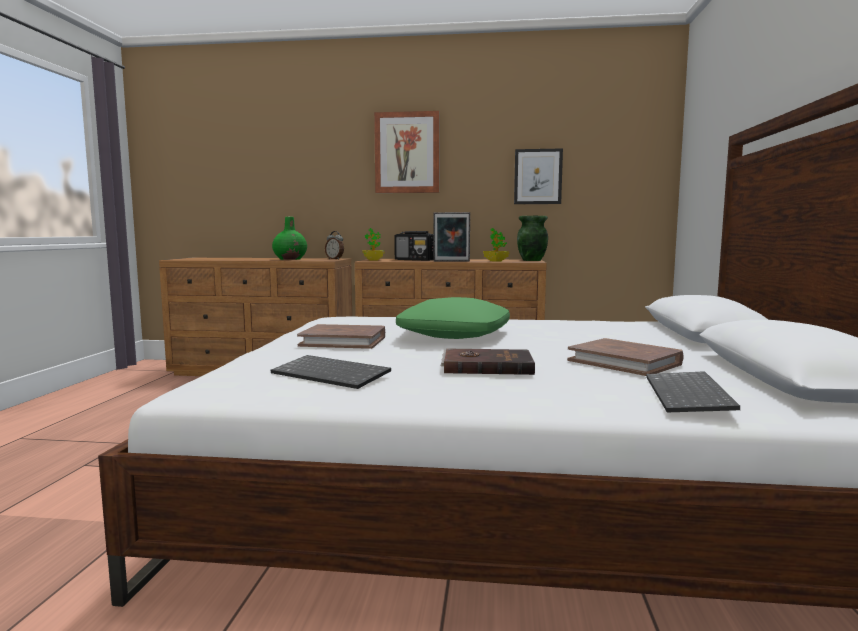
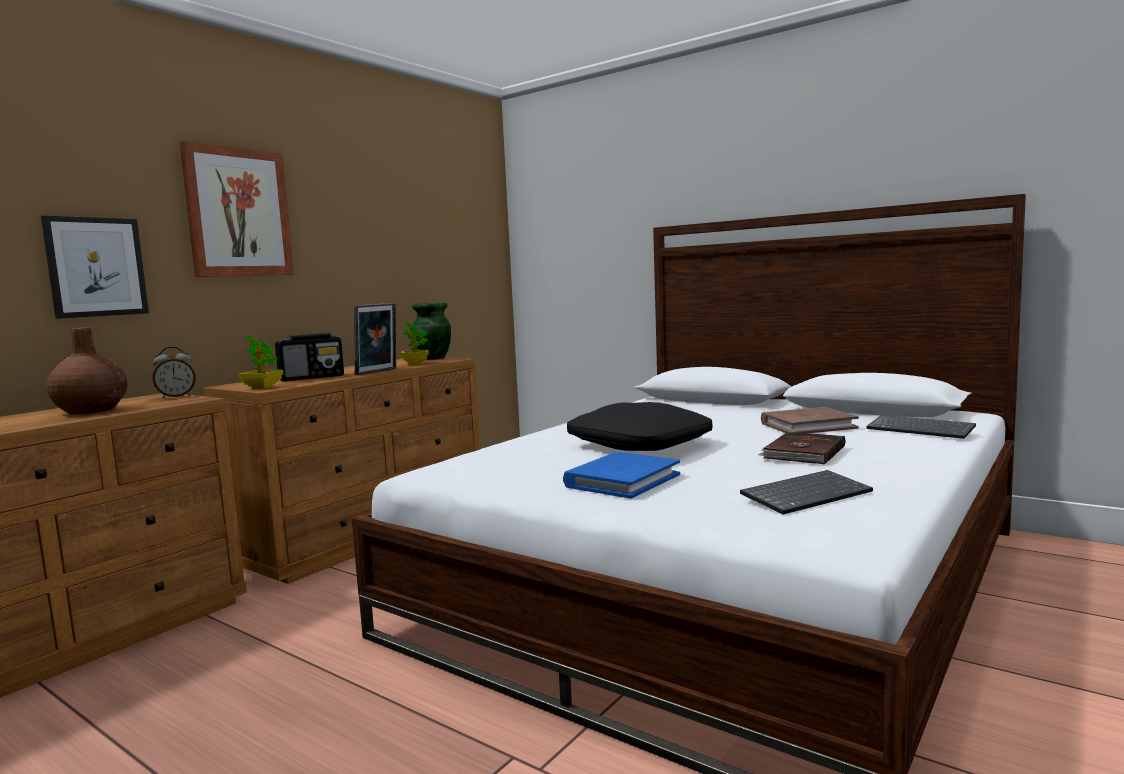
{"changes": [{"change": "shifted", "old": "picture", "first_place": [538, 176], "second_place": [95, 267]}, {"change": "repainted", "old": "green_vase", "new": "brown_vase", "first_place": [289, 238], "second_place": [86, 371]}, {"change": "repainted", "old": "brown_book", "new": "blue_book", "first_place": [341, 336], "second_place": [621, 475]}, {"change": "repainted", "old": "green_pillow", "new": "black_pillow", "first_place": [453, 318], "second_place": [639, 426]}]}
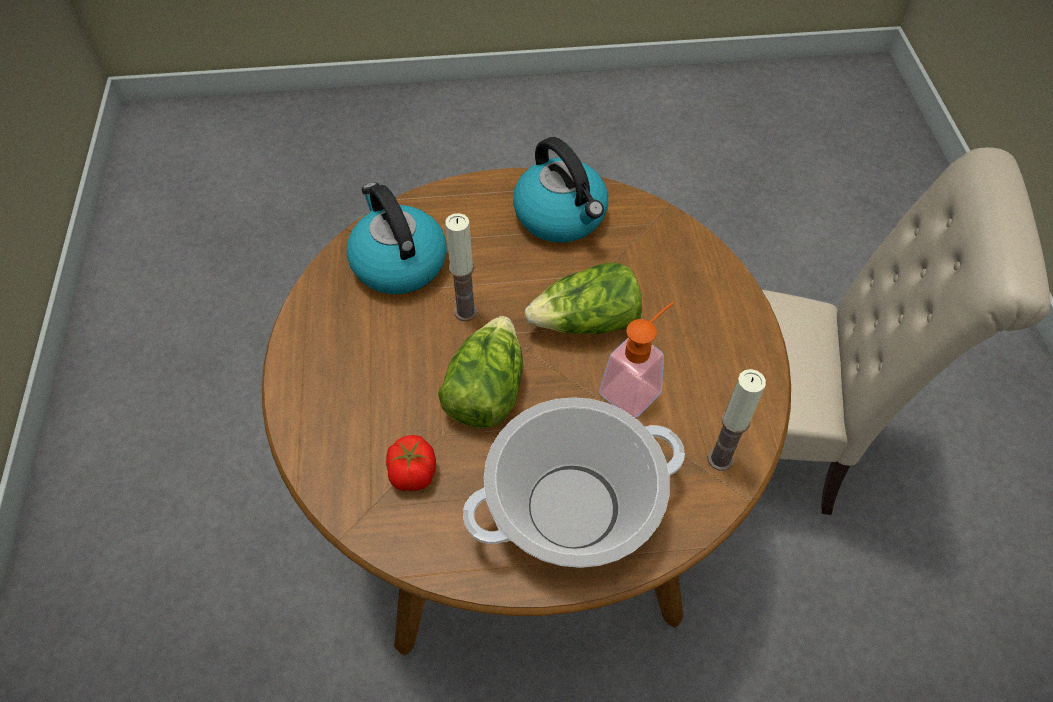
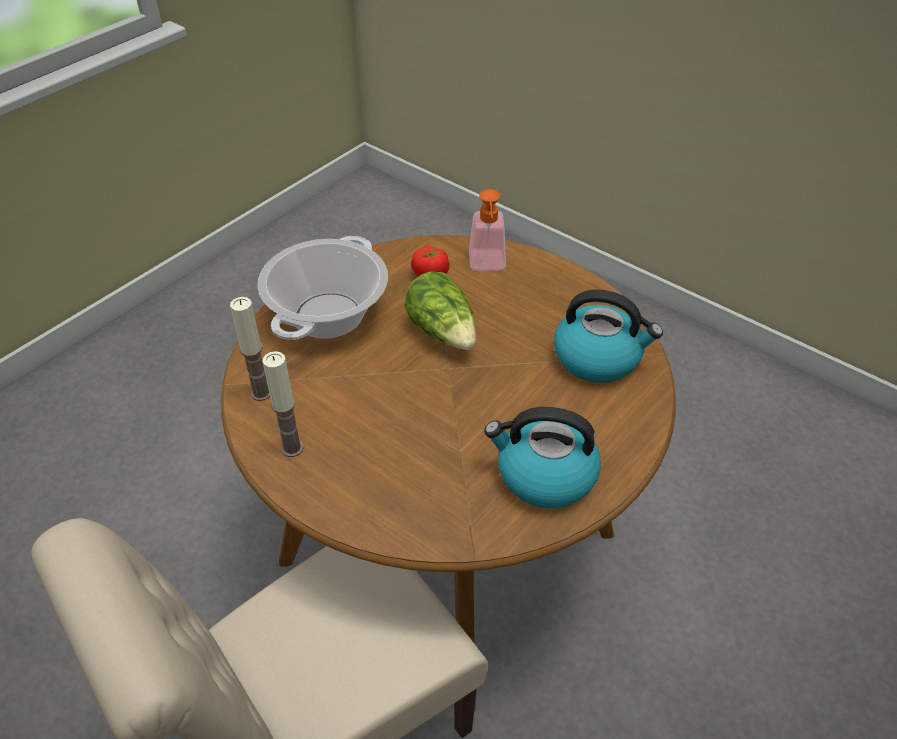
{"changes": [{"change": "shifted", "old": "candle", "first_place": [461, 267], "second_place": [283, 404]}, {"change": "shifted", "old": "soap_dispenser", "first_place": [636, 360], "second_place": [487, 230]}, {"change": "gone", "old": "lettuce", "first_place": [583, 298]}]}
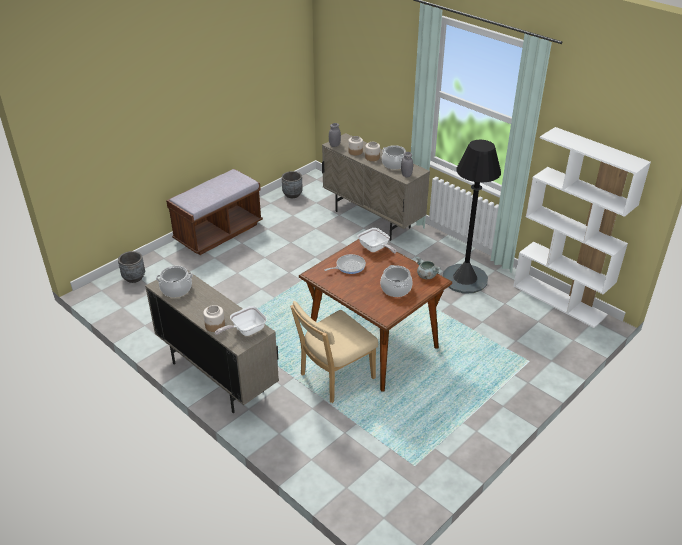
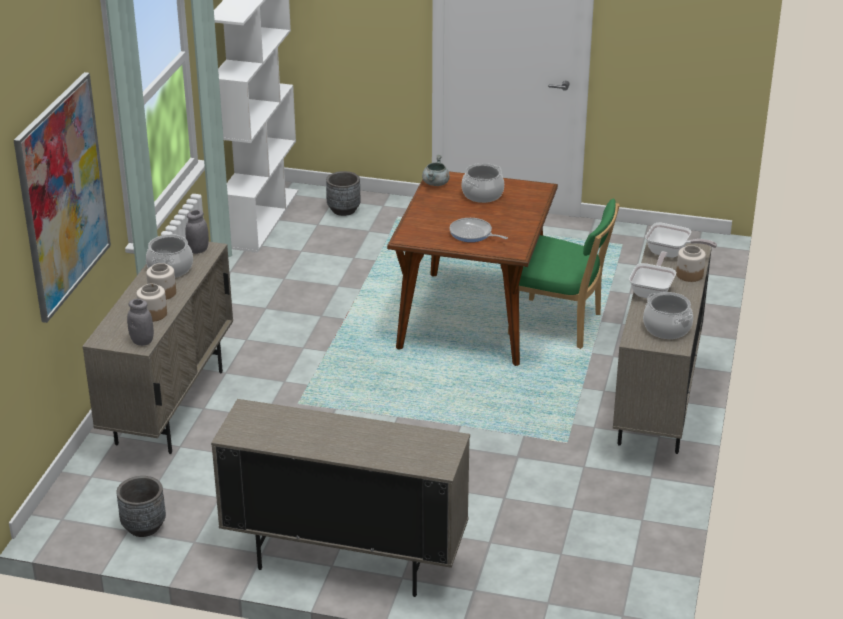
{"changes": [{"change": "new", "new": "picture", "second_place": [62, 197]}, {"change": "swapped", "old": "brown_bench", "new": "beige_cabinet", "first_place": [214, 212], "second_place": [340, 498]}, {"change": "shifted", "old": "grey_planter", "first_place": [131, 267], "second_place": [343, 193]}, {"change": "repainted", "old": "beige_chair", "new": "green_chair", "first_place": [334, 352], "second_place": [564, 273]}, {"change": "shifted", "old": "frying_pan", "first_place": [377, 240], "second_place": [652, 274]}, {"change": "gone", "old": "black_floor_lamp", "first_place": [472, 216]}]}
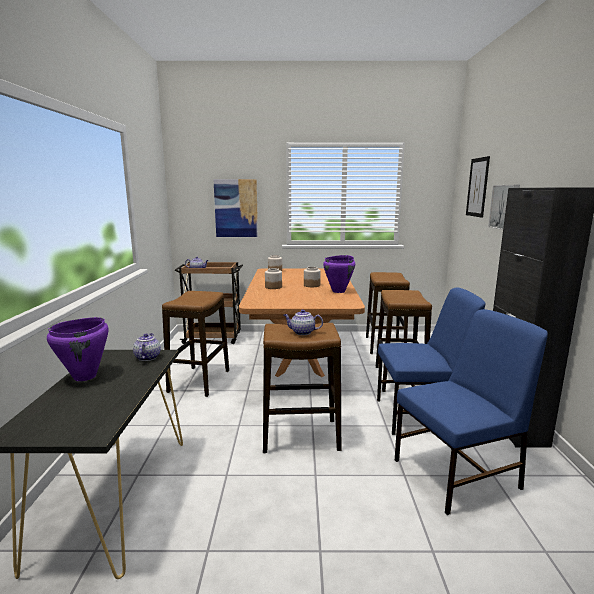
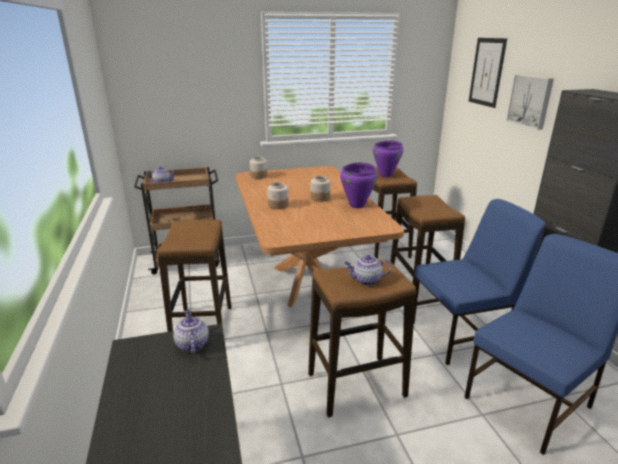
{"changes": [{"change": "shifted", "old": "purple_cooking_pot", "first_place": [78, 349], "second_place": [388, 159]}, {"change": "gone", "old": "picture", "first_place": [235, 208]}]}
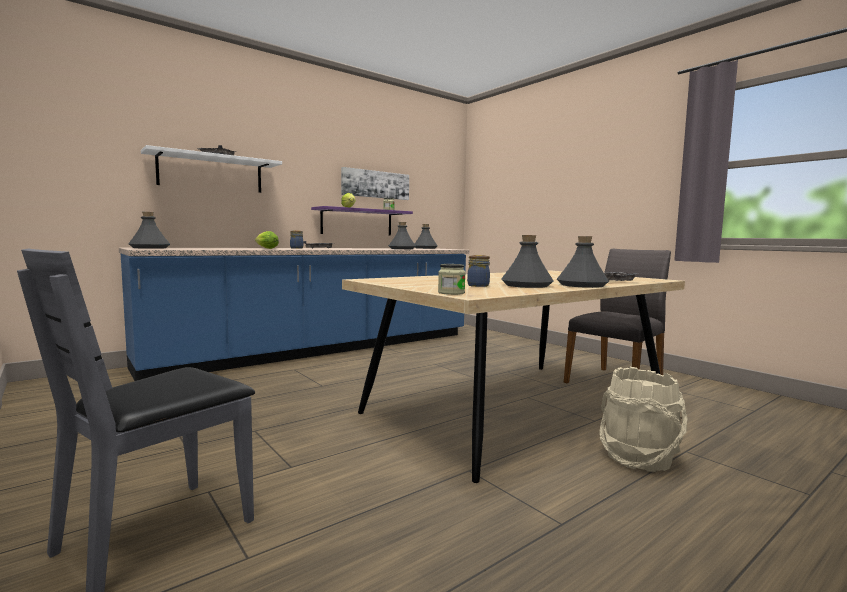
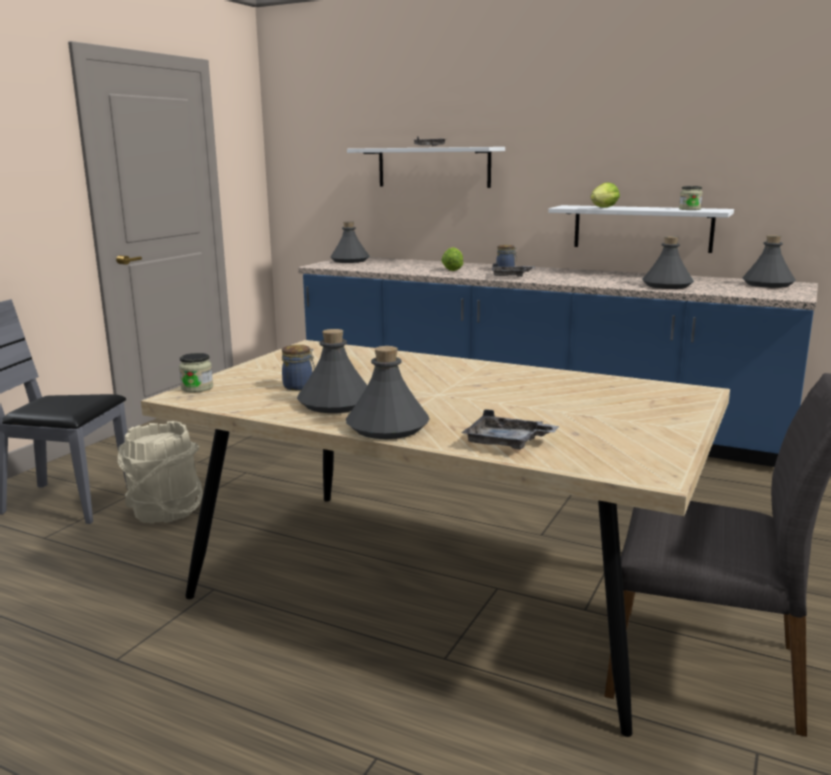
{"changes": [{"change": "shifted", "old": "beige_bucket", "first_place": [643, 419], "second_place": [160, 472]}, {"change": "repainted", "old": "purple_shelf", "new": "white_shelf", "first_place": [362, 221], "second_place": [641, 229]}, {"change": "gone", "old": "picture", "first_place": [375, 183]}]}
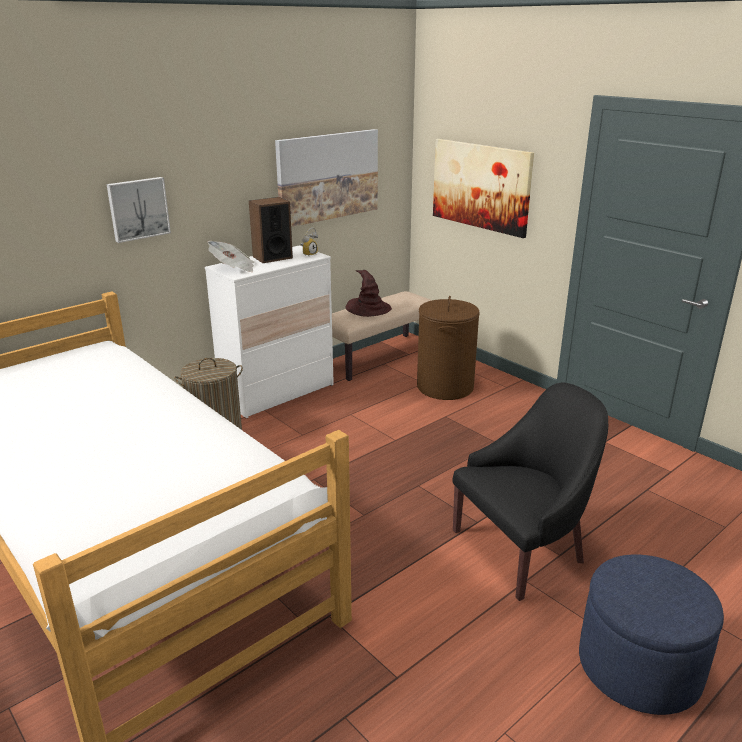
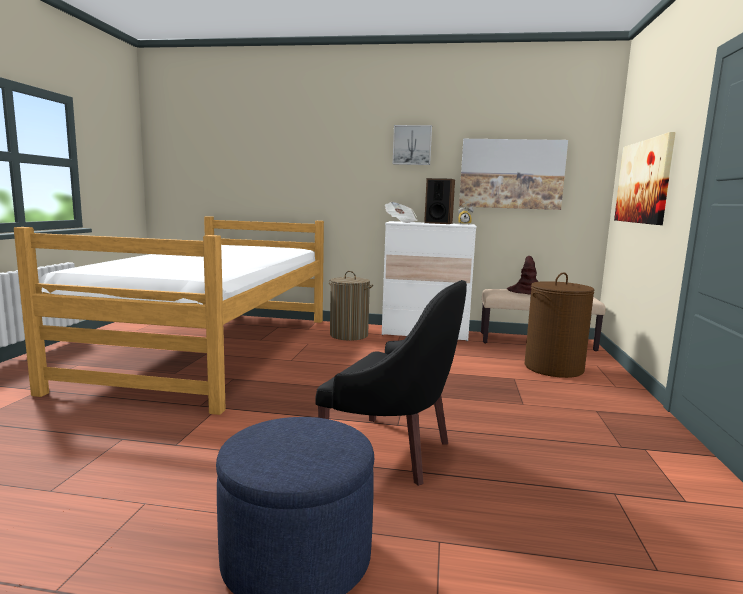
{"changes": [{"change": "shifted", "old": "picture", "first_place": [138, 210], "second_place": [412, 145]}]}
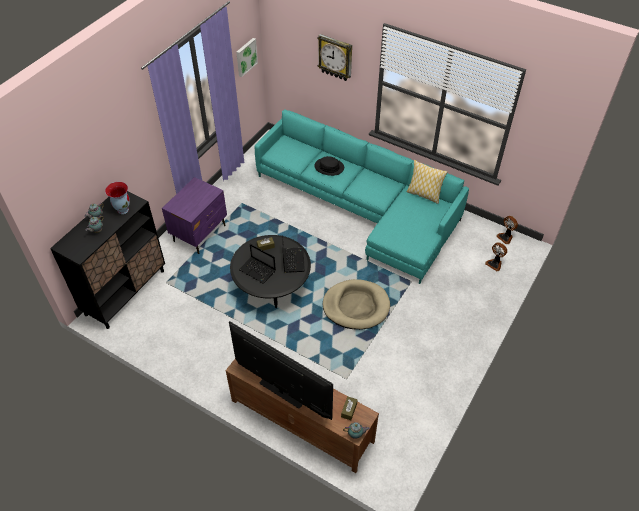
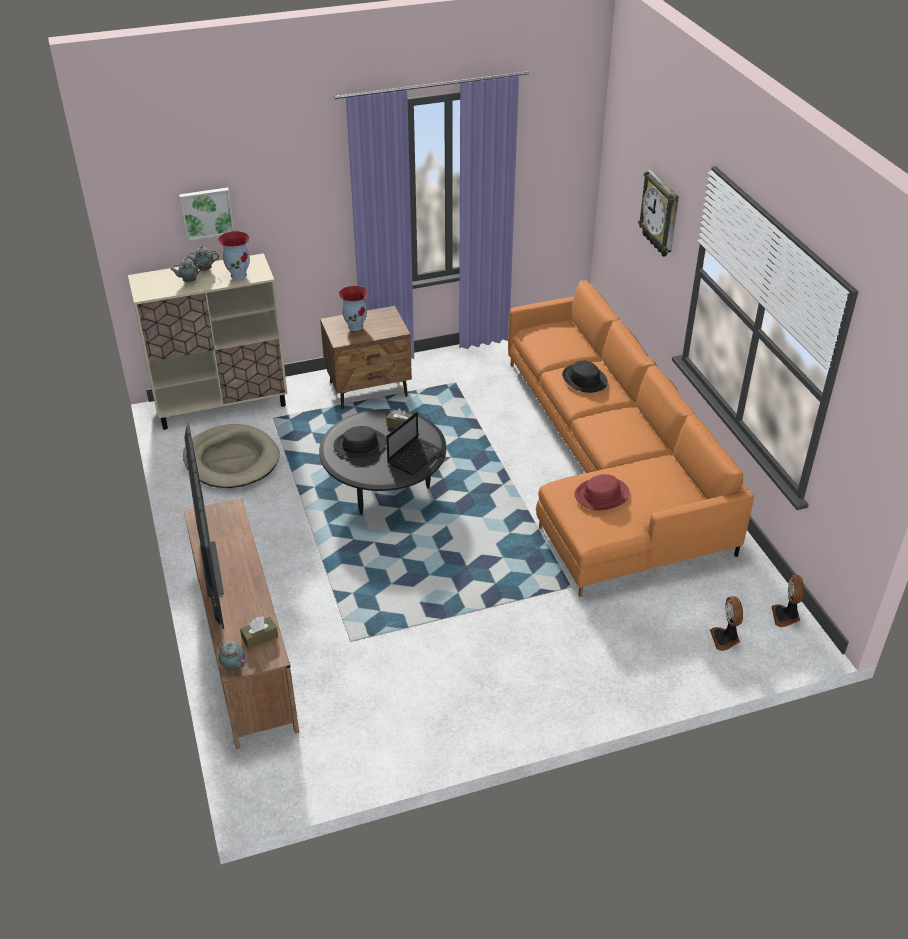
{"changes": [{"change": "repainted", "old": "black_cabinet", "new": "beige_cabinet", "first_place": [107, 260], "second_place": [207, 341]}, {"change": "shifted", "old": "picture", "first_place": [247, 57], "second_place": [207, 214]}, {"change": "shifted", "old": "beige_dog_bed", "first_place": [356, 304], "second_place": [231, 456]}, {"change": "repainted", "old": "purple_nightstand", "new": "brown_nightstand", "first_place": [194, 215], "second_place": [366, 357]}, {"change": "swapped", "old": "laptop", "new": "black_hat", "first_place": [257, 264], "second_place": [360, 442]}, {"change": "new", "new": "vase", "second_place": [353, 308]}, {"change": "repainted", "old": "turquoise_sofa", "new": "orange_sofa", "first_place": [362, 196], "second_place": [631, 438]}, {"change": "new", "new": "red_hat", "second_place": [602, 492]}, {"change": "gone", "old": "pillow", "first_place": [427, 182]}]}
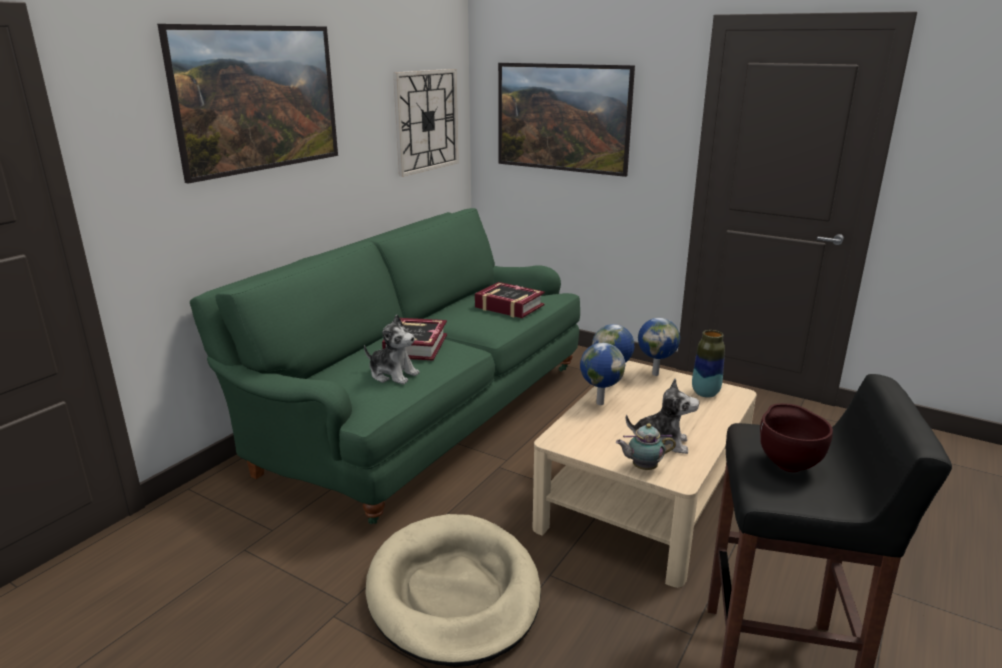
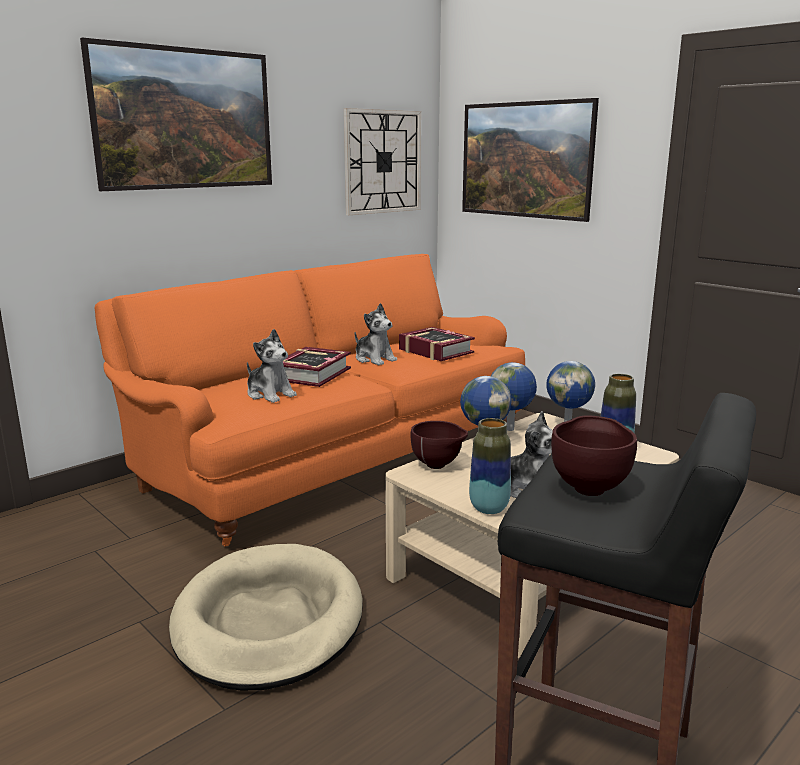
{"changes": [{"change": "repainted", "old": "green_sofa", "new": "orange_sofa", "first_place": [385, 366], "second_place": [310, 400]}, {"change": "new", "new": "plush_toy", "second_place": [376, 334]}, {"change": "new", "new": "brown_bowl", "second_place": [439, 445]}, {"change": "swapped", "old": "teapot", "new": "vase", "first_place": [646, 446], "second_place": [490, 466]}]}
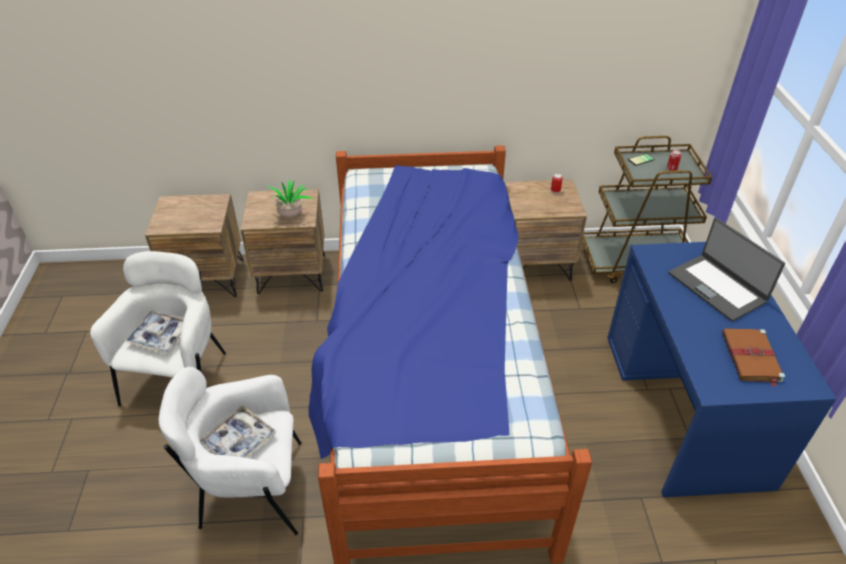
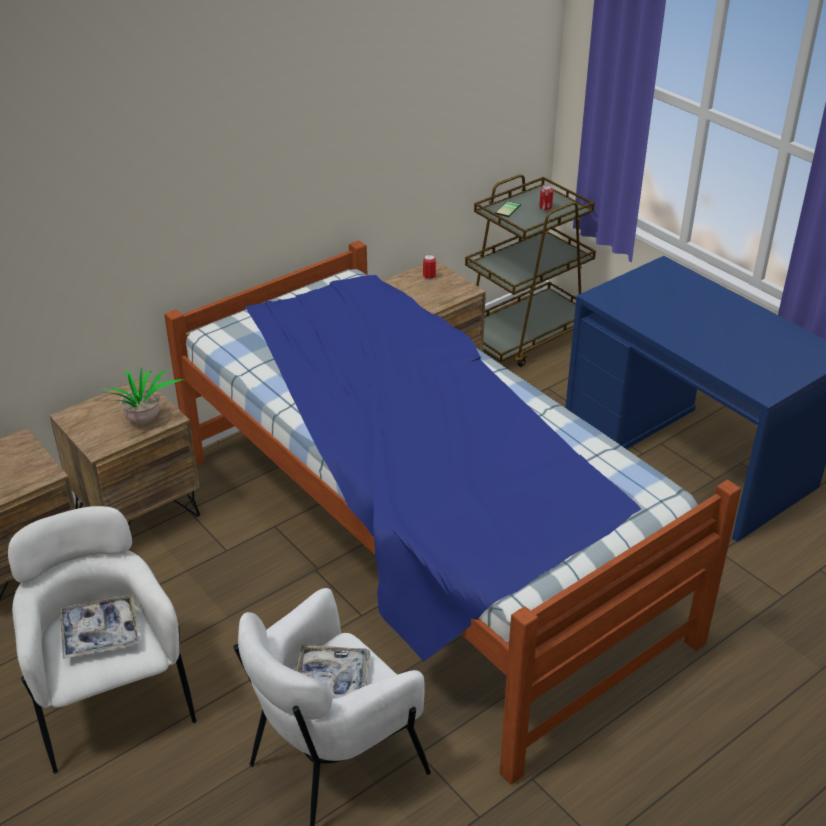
{"changes": [{"change": "gone", "old": "laptop", "first_place": [727, 270]}, {"change": "gone", "old": "brown_book", "first_place": [753, 357]}]}
